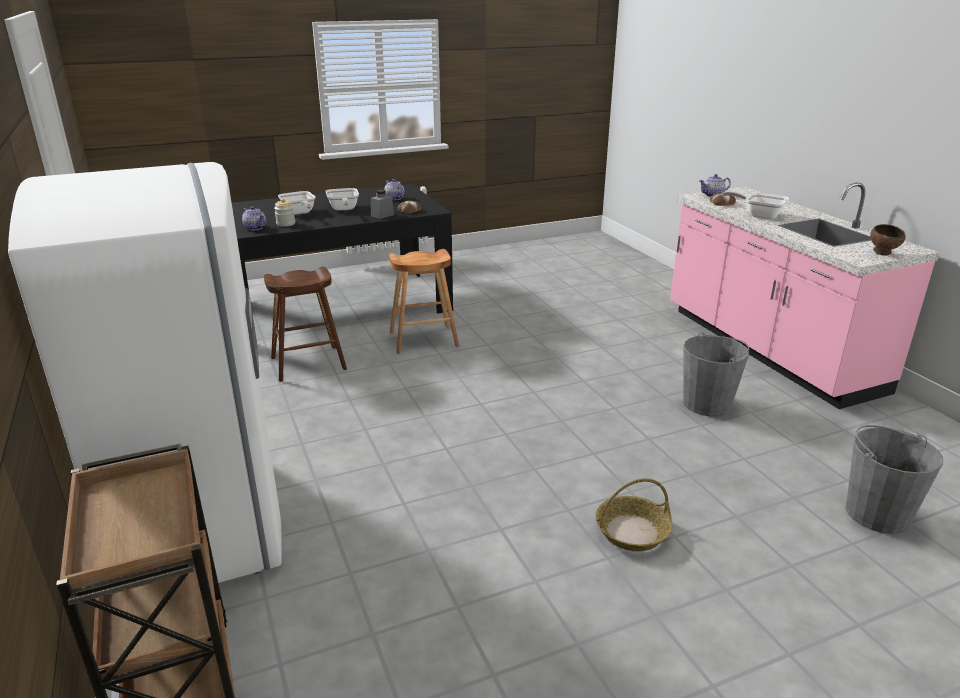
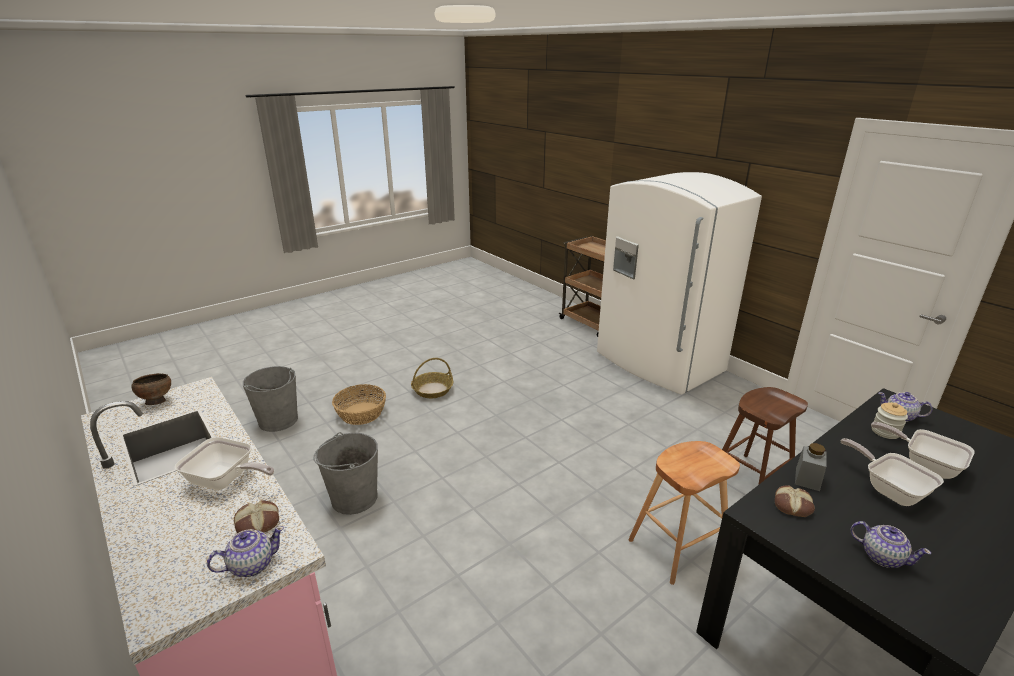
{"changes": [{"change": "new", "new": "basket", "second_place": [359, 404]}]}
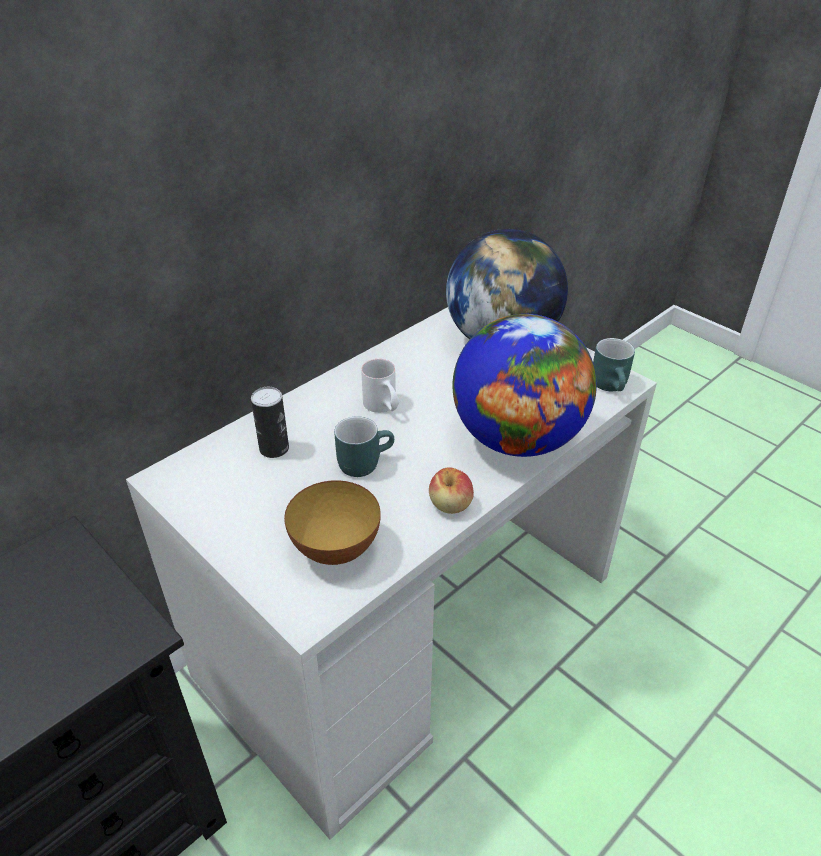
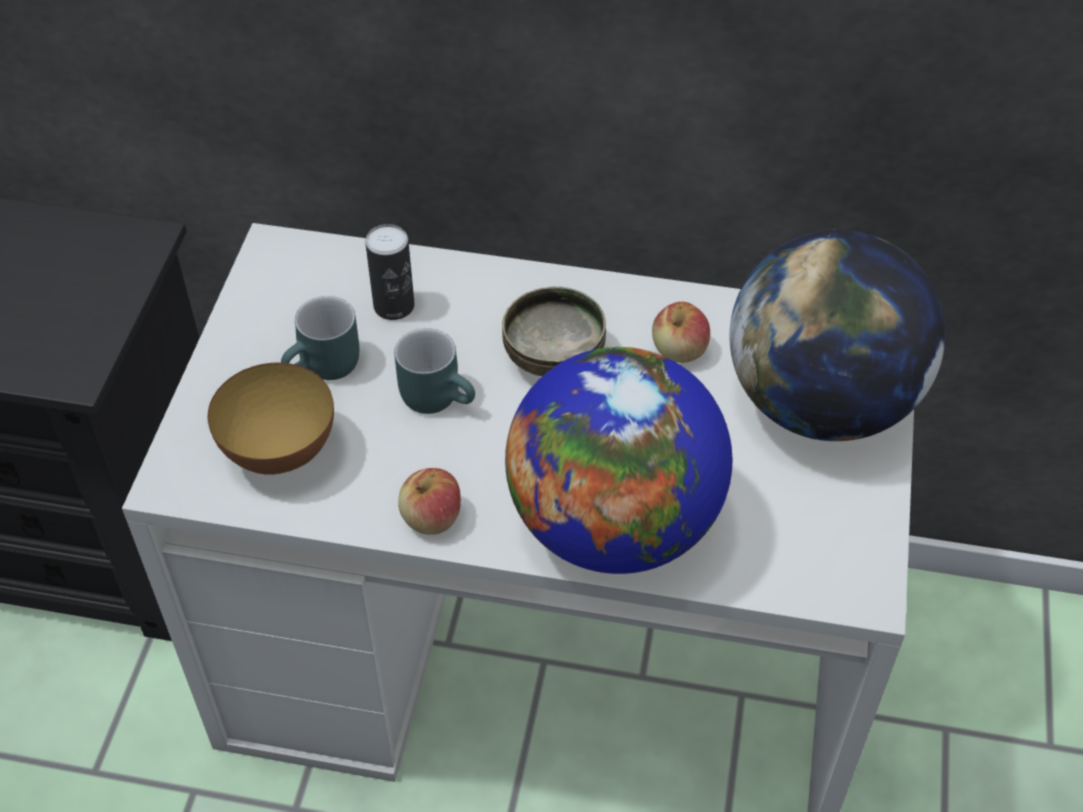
{"changes": [{"change": "shifted", "old": "turquoise_mug", "first_place": [614, 364], "second_place": [320, 338]}, {"change": "swapped", "old": "white_mug", "new": "bowl", "first_place": [380, 386], "second_place": [554, 331]}, {"change": "new", "new": "apple", "second_place": [681, 332]}]}
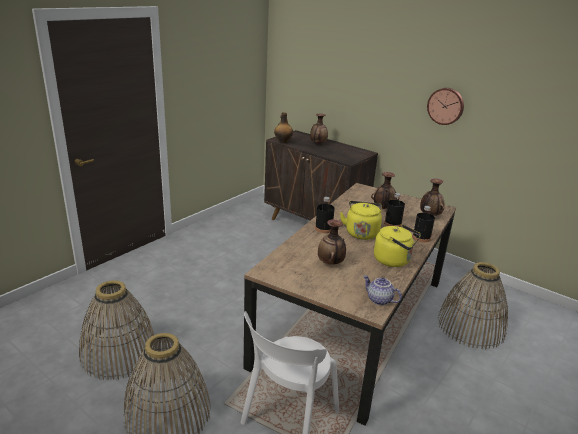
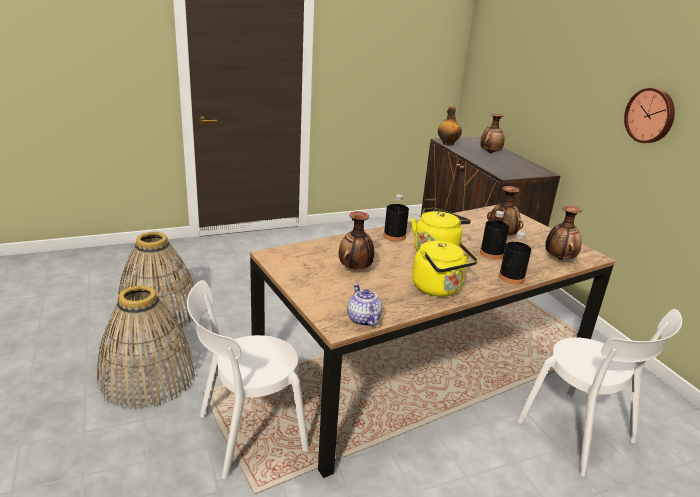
{"changes": [{"change": "swapped", "old": "basket", "new": "white_chair", "first_place": [473, 305], "second_place": [599, 392]}]}
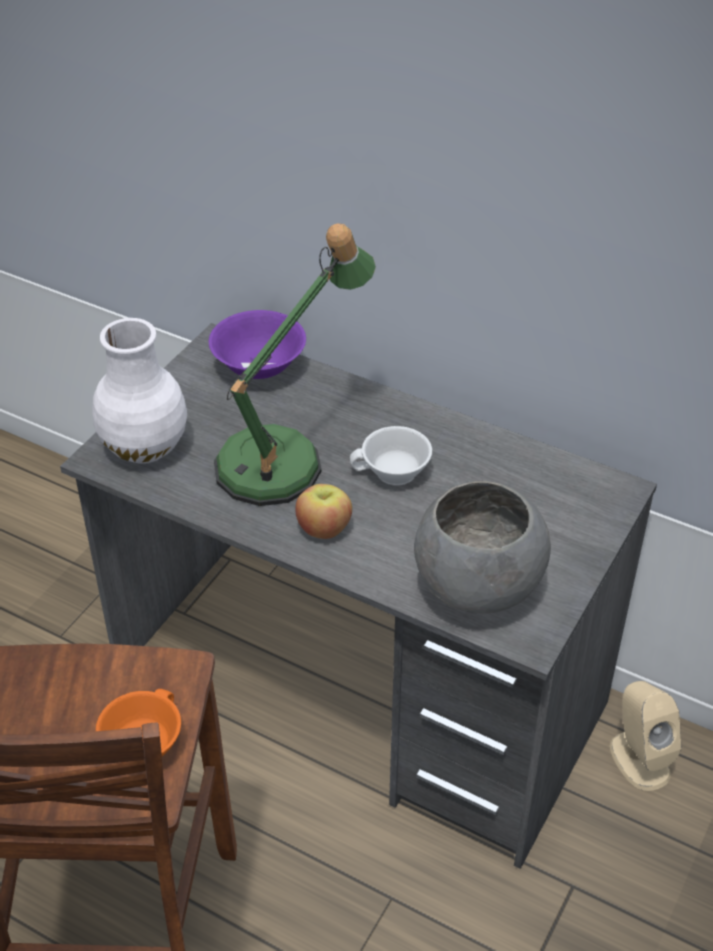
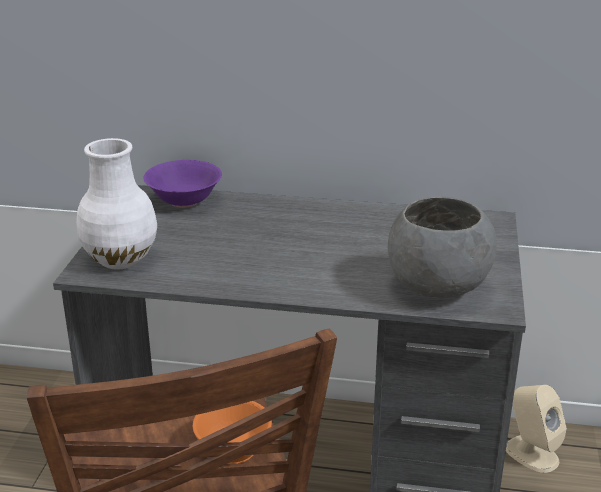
{"changes": [{"change": "gone", "old": "table_lamp", "first_place": [295, 364]}, {"change": "gone", "old": "apple", "first_place": [323, 511]}, {"change": "gone", "old": "white_cup", "first_place": [391, 456]}]}
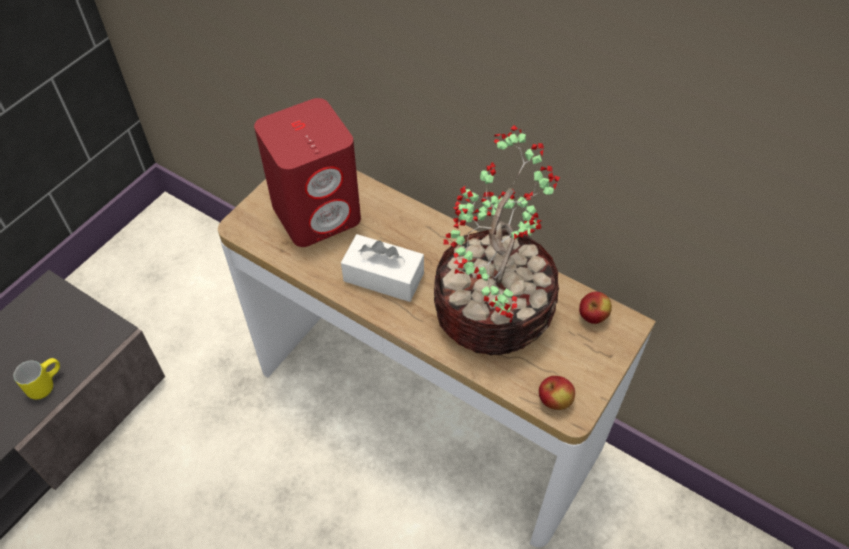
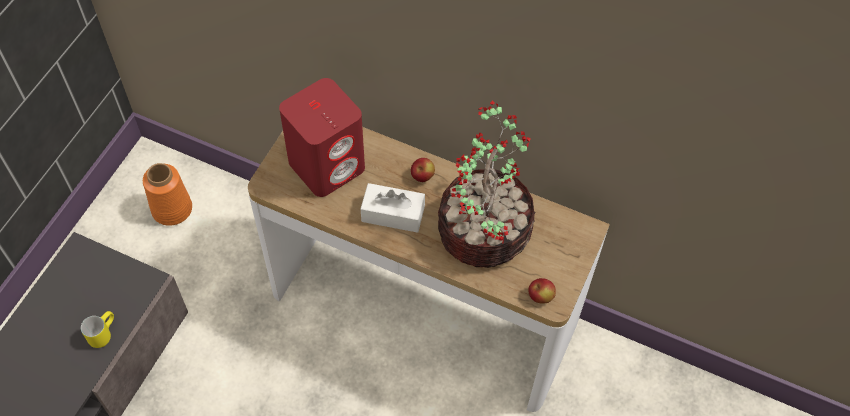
{"changes": [{"change": "new", "new": "orange_vase", "second_place": [167, 194]}, {"change": "shifted", "old": "apple", "first_place": [595, 308], "second_place": [423, 170]}]}
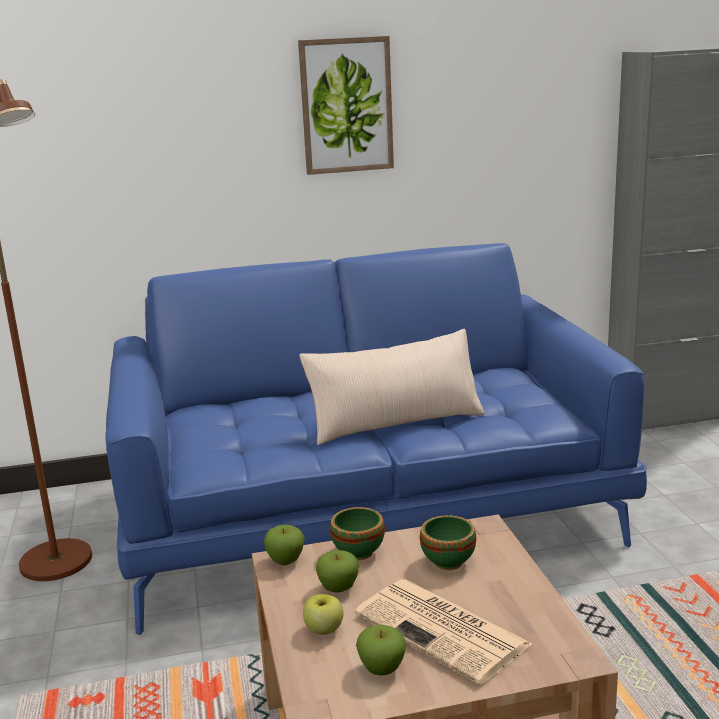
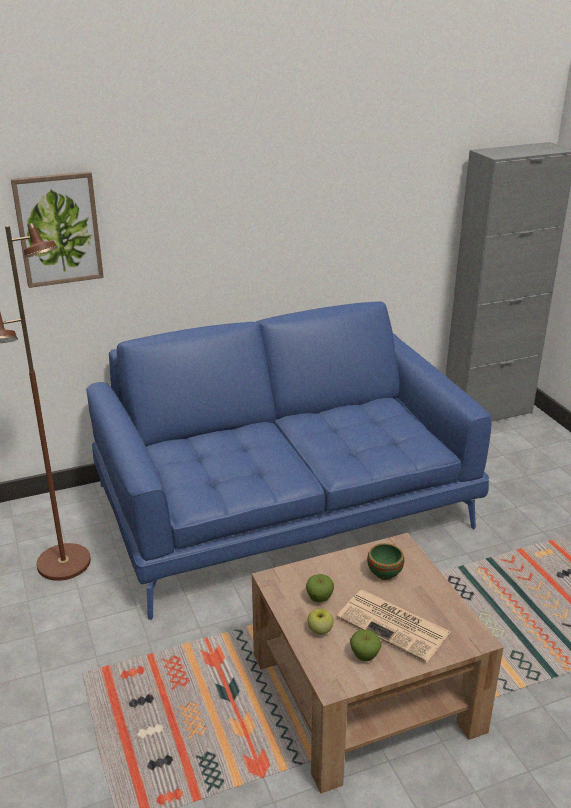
{"changes": [{"change": "shifted", "old": "picture", "first_place": [346, 105], "second_place": [57, 229]}, {"change": "gone", "old": "apple", "first_place": [284, 545]}, {"change": "gone", "old": "beige_pillow", "first_place": [392, 387]}, {"change": "gone", "old": "green_bowl", "first_place": [357, 534]}]}
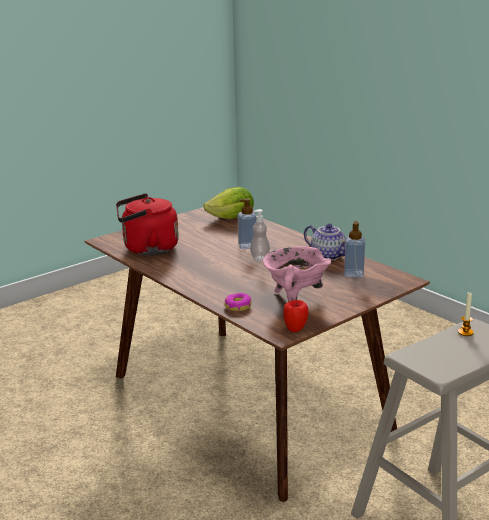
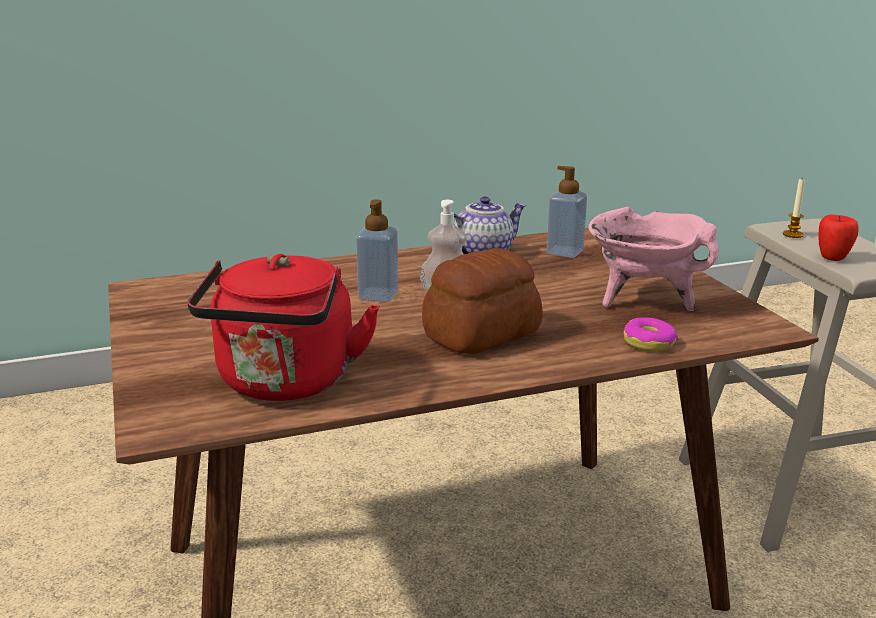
{"changes": [{"change": "new", "new": "bread", "second_place": [482, 301]}, {"change": "shifted", "old": "apple", "first_place": [296, 316], "second_place": [838, 238]}, {"change": "gone", "old": "lettuce", "first_place": [228, 203]}]}
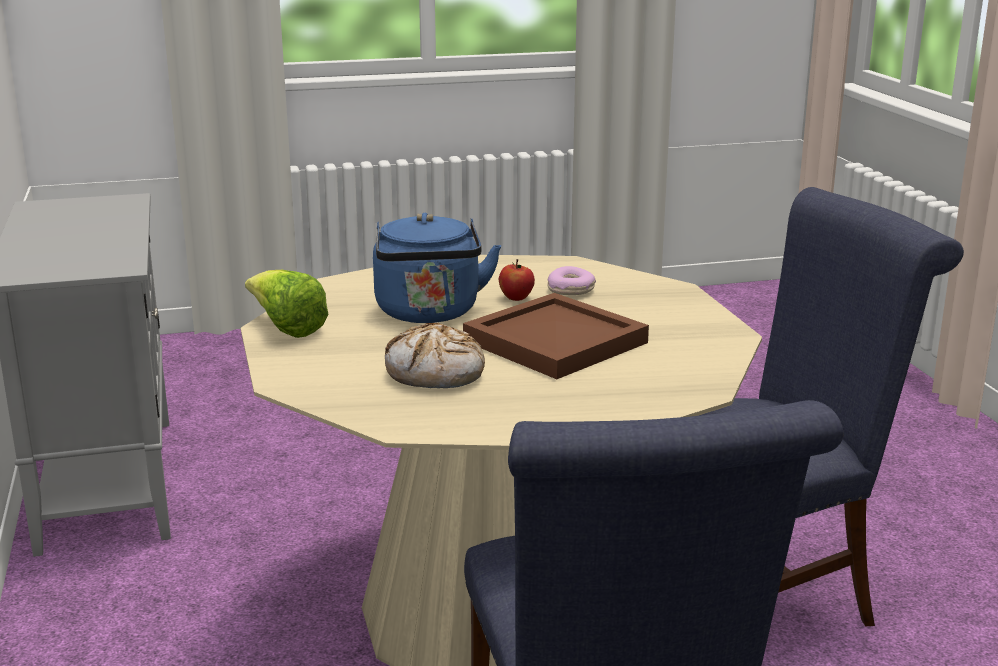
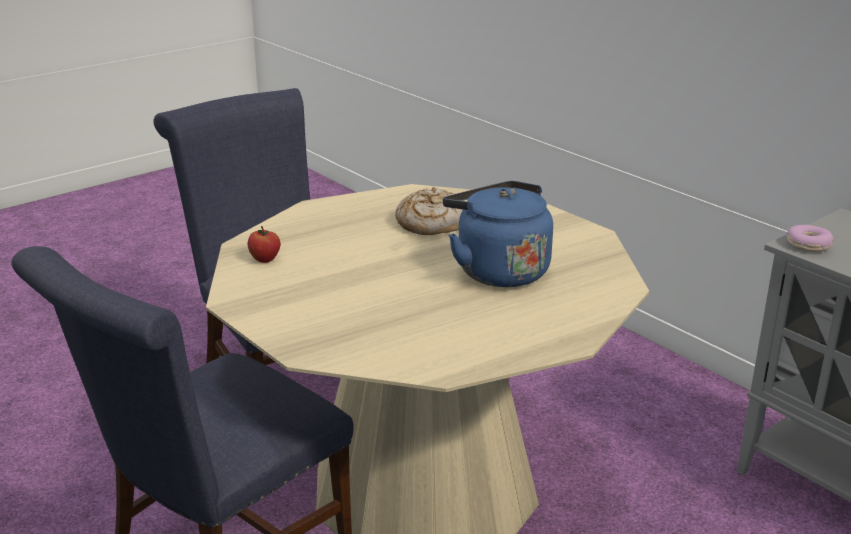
{"changes": [{"change": "shifted", "old": "apple", "first_place": [516, 280], "second_place": [264, 244]}, {"change": "shifted", "old": "donut", "first_place": [571, 280], "second_place": [810, 238]}, {"change": "gone", "old": "lettuce", "first_place": [287, 304]}, {"change": "gone", "old": "brown_tray", "first_place": [556, 336]}]}
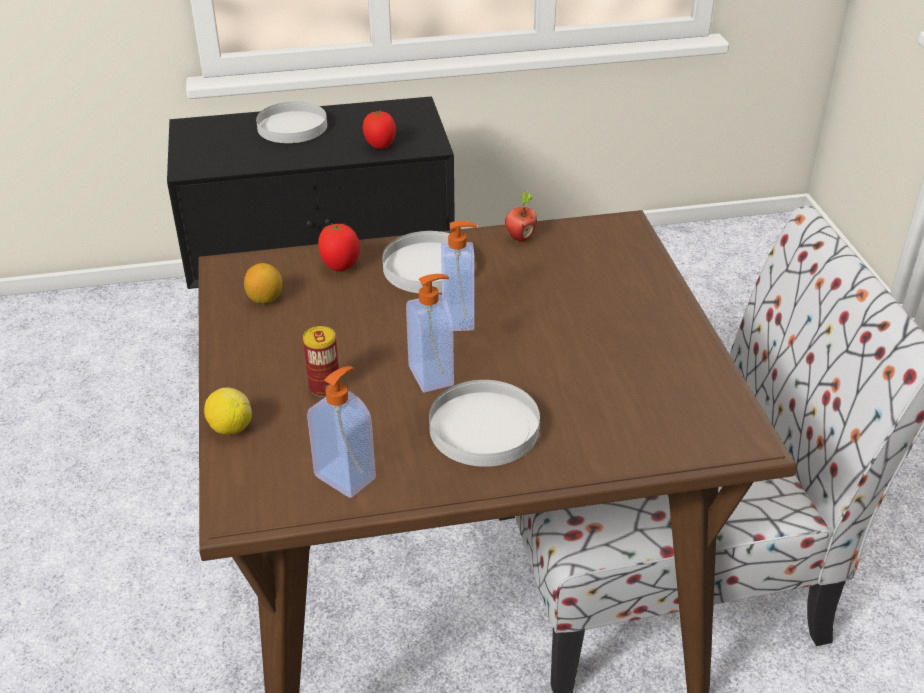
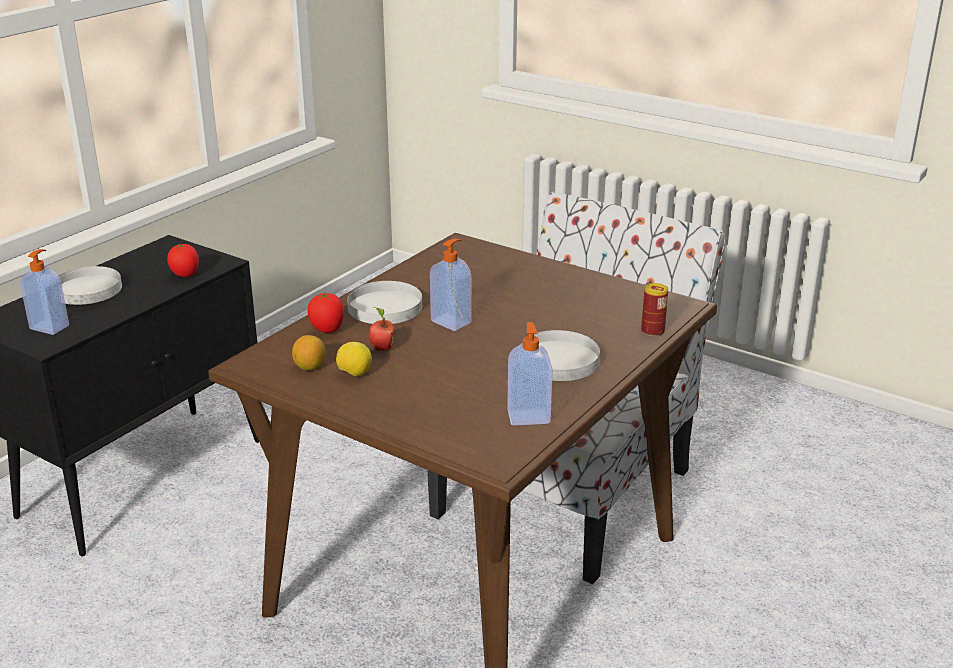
{"changes": [{"change": "shifted", "old": "soap_dispenser", "first_place": [430, 333], "second_place": [44, 292]}, {"change": "shifted", "old": "lemon", "first_place": [228, 411], "second_place": [354, 359]}, {"change": "shifted", "old": "apple", "first_place": [521, 216], "second_place": [382, 329]}, {"change": "shifted", "old": "can", "first_place": [321, 361], "second_place": [654, 310]}]}
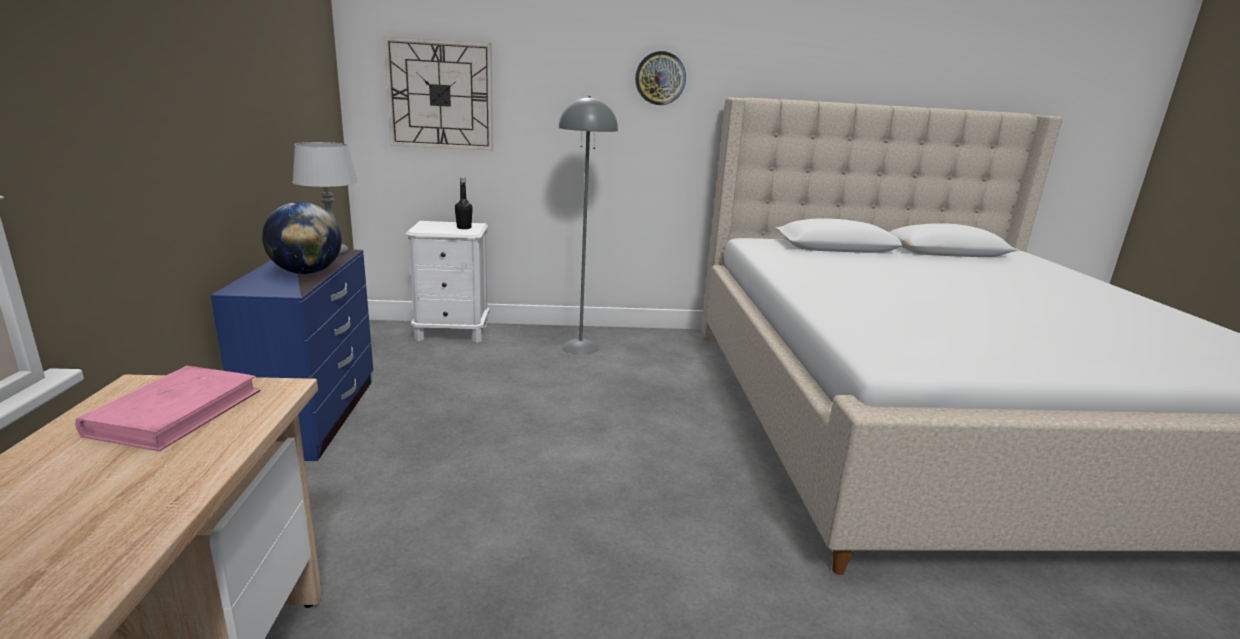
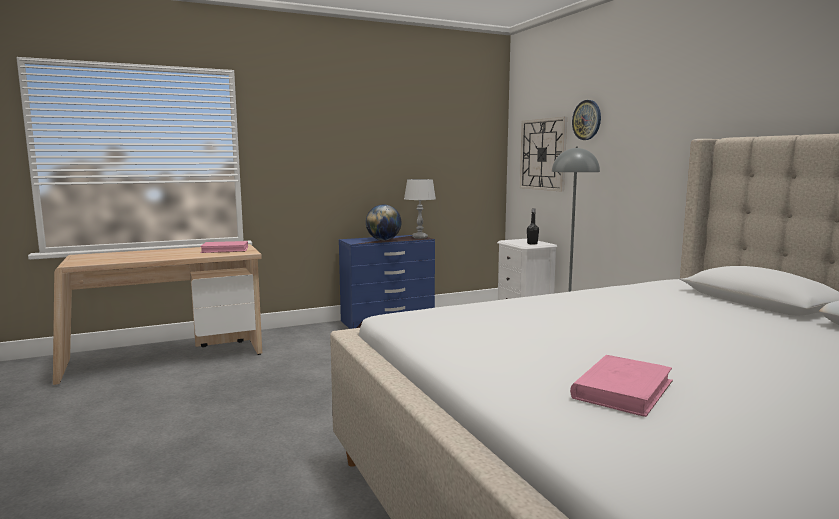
{"changes": [{"change": "new", "new": "pink_book", "second_place": [621, 386]}, {"change": "shifted", "old": "wall_clock", "first_place": [660, 78], "second_place": [586, 120]}]}
